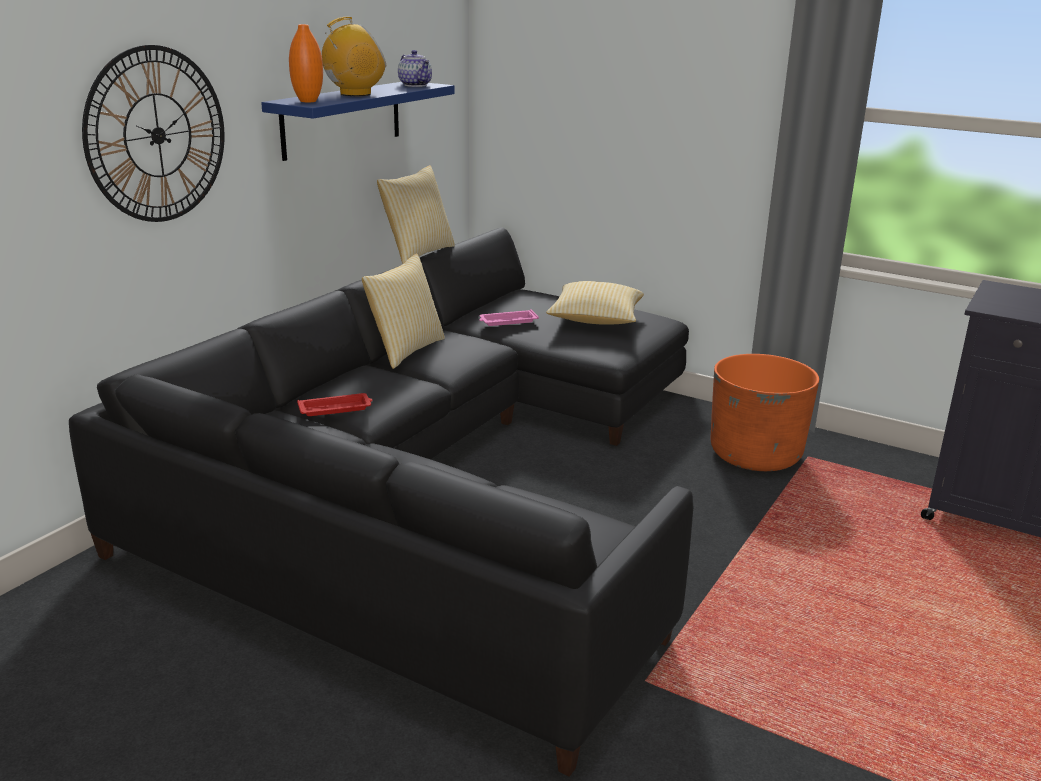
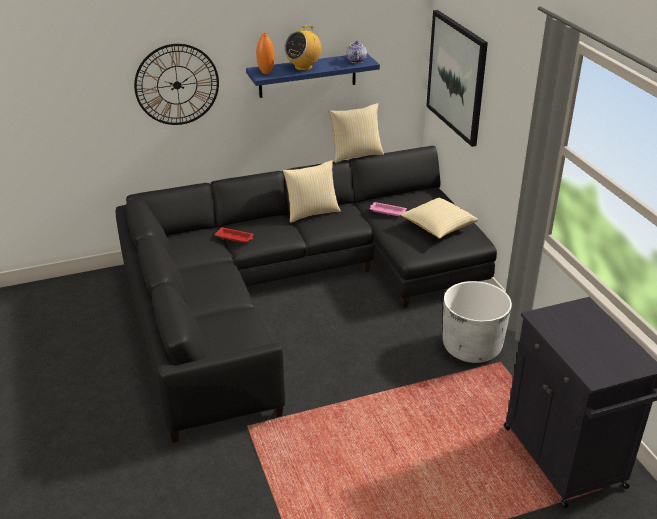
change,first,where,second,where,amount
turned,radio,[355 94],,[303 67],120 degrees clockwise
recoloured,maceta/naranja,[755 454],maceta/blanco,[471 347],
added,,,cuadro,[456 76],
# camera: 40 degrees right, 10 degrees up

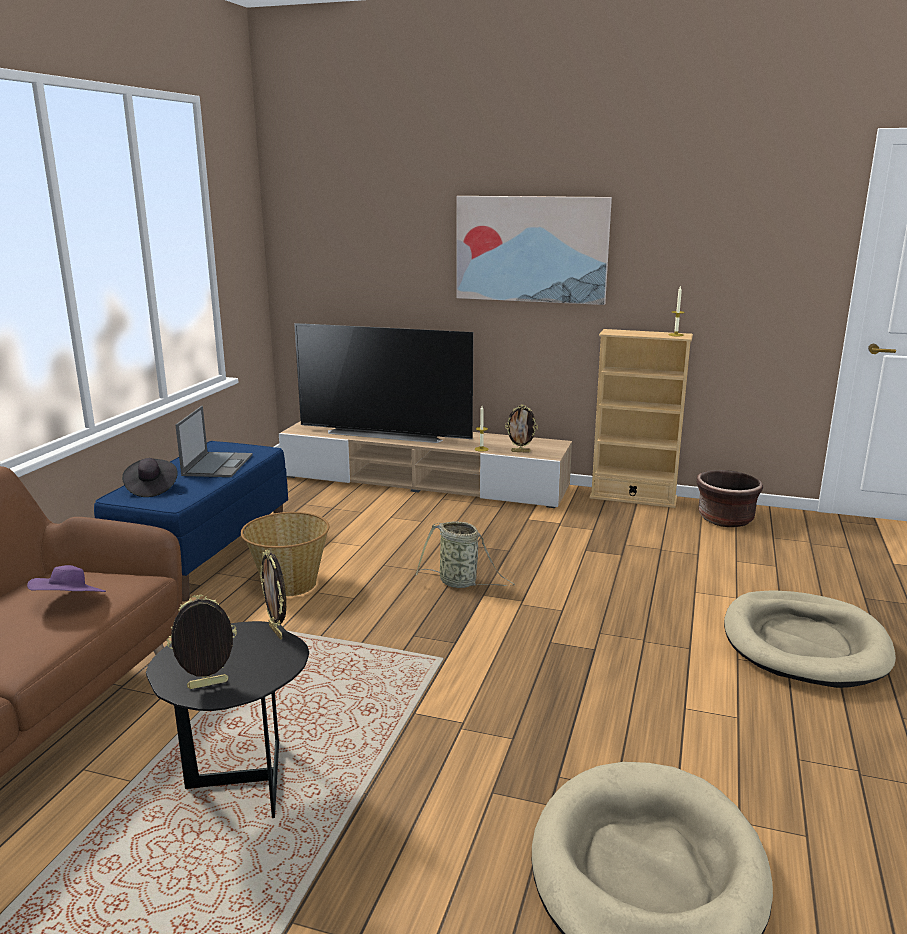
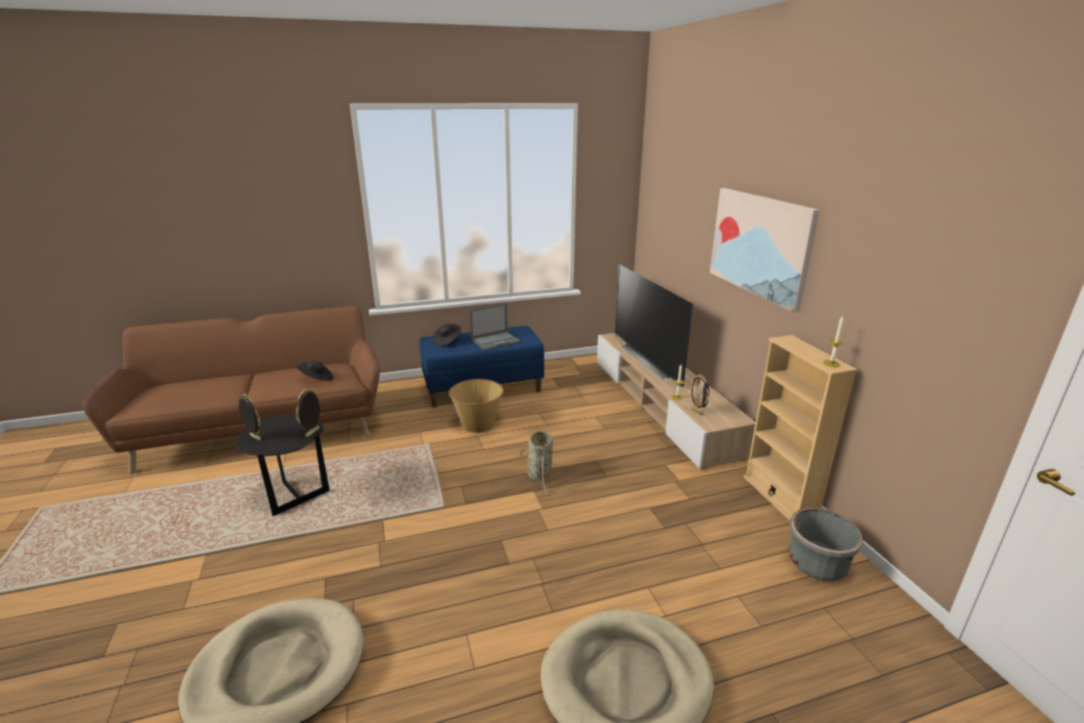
change,first,where,second,where,amount
recoloured,maceta/marrón,[725 519],maceta/gris,[817 564],
recoloured,sombrero/morado,[70 603],sombrero/negro,[317 379],
# camera: 55 degrees right, 5 degrees up

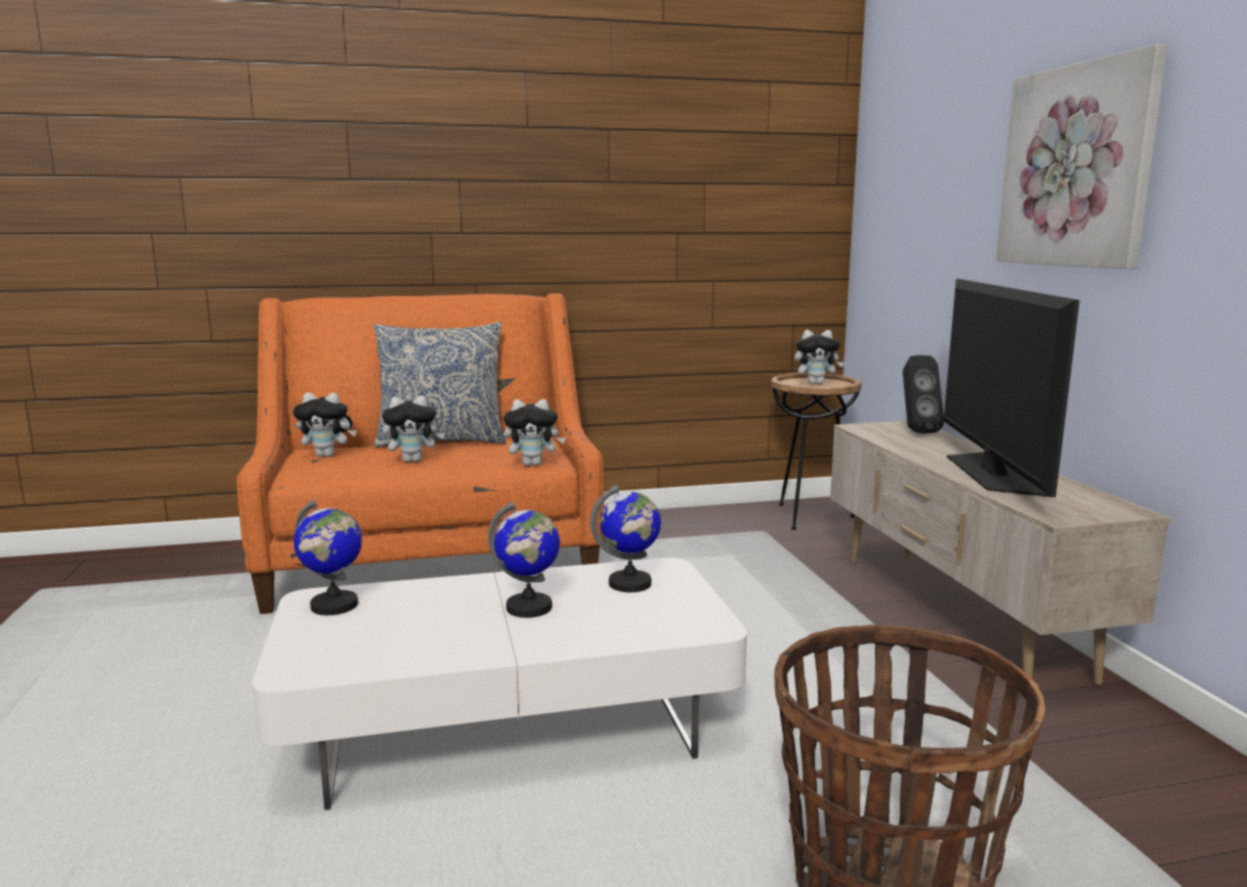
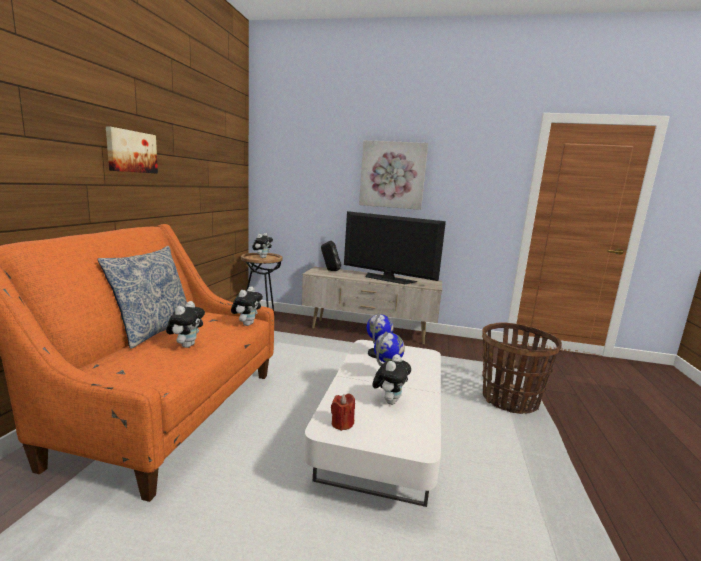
change,first,where,second,where,amount
moved,peluche,[328 455],,[389 401],
replaced,globo terráqueo,[334 606],vela/rojo,[342 423],
added,,,cuadro,[131 151],
# camera: 65 degrees left, 0 degrees up

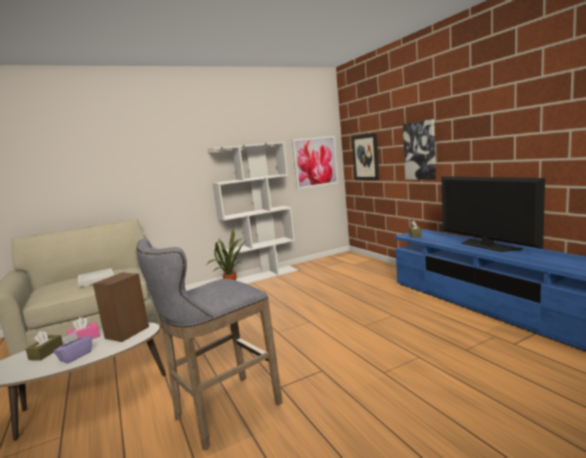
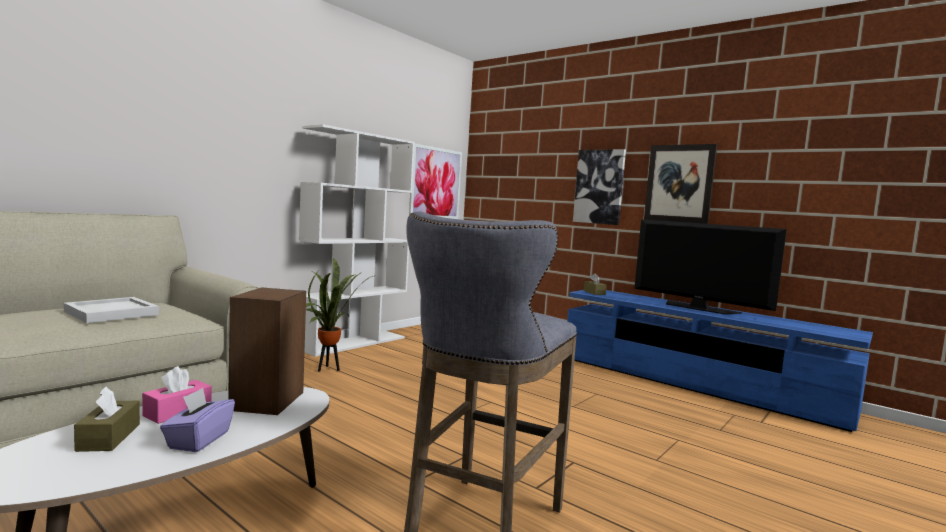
change,first,where,second,where,amount
moved,cuadro,[365 157],,[679 183],
# camera: 25 degrees left, 5 degrees down

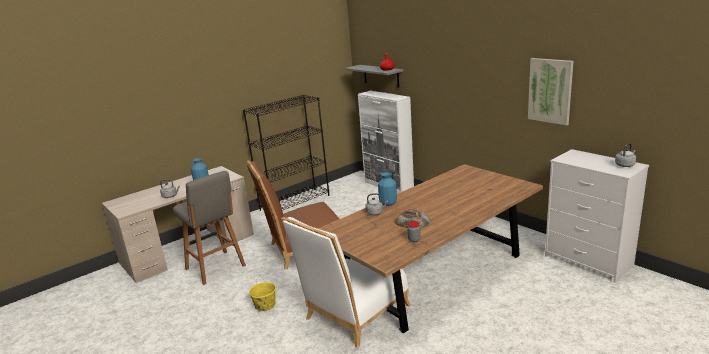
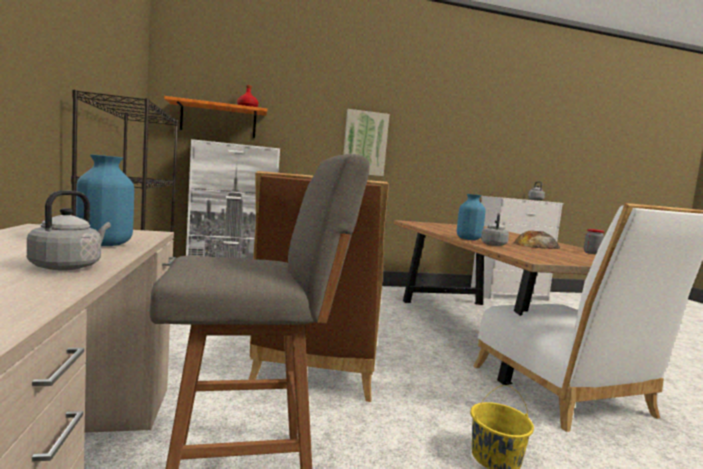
change,first,where,second,where,amount
moved,cuadro,[550 91],,[365 143],
recoloured,estante/gris,[381 75],estante/naranja,[218 120],
# camera: 65 degrees left, 15 degrees down

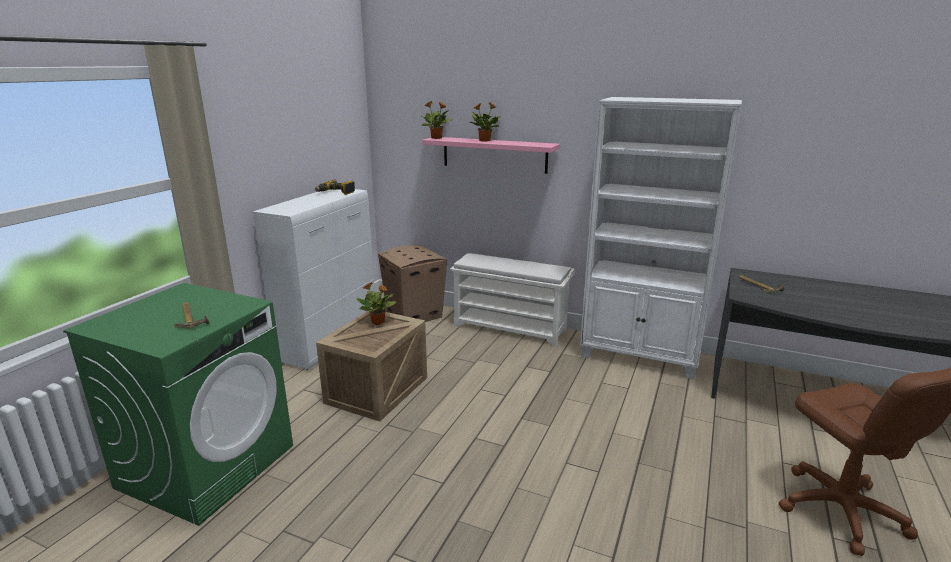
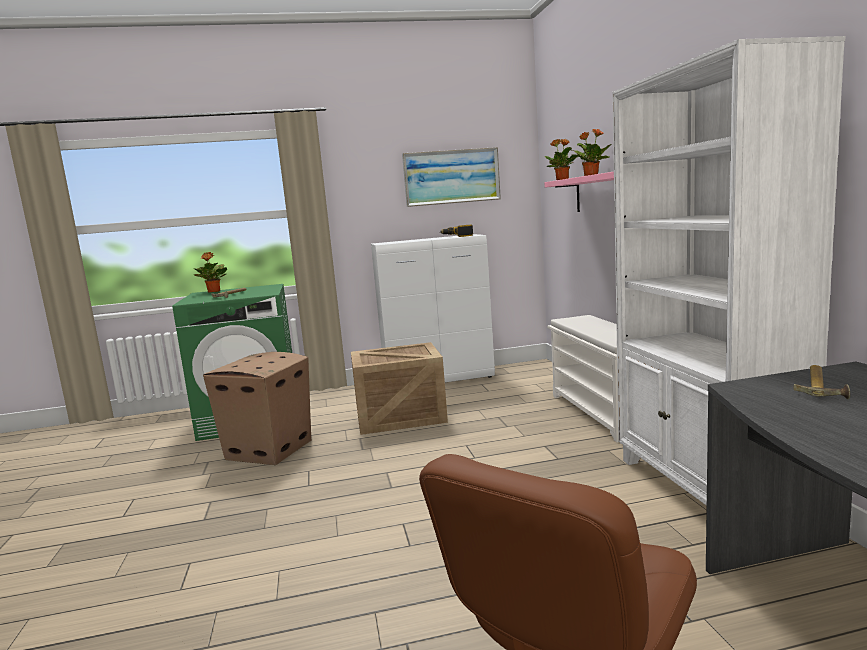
change,first,where,second,where,amount
moved,caja de cartón,[414 315],,[268 450],
moved,planta en maceta,[378 322],,[213 291],
added,,,cuadro,[451 177],
# camera: 55 degrees right, 10 degrees down

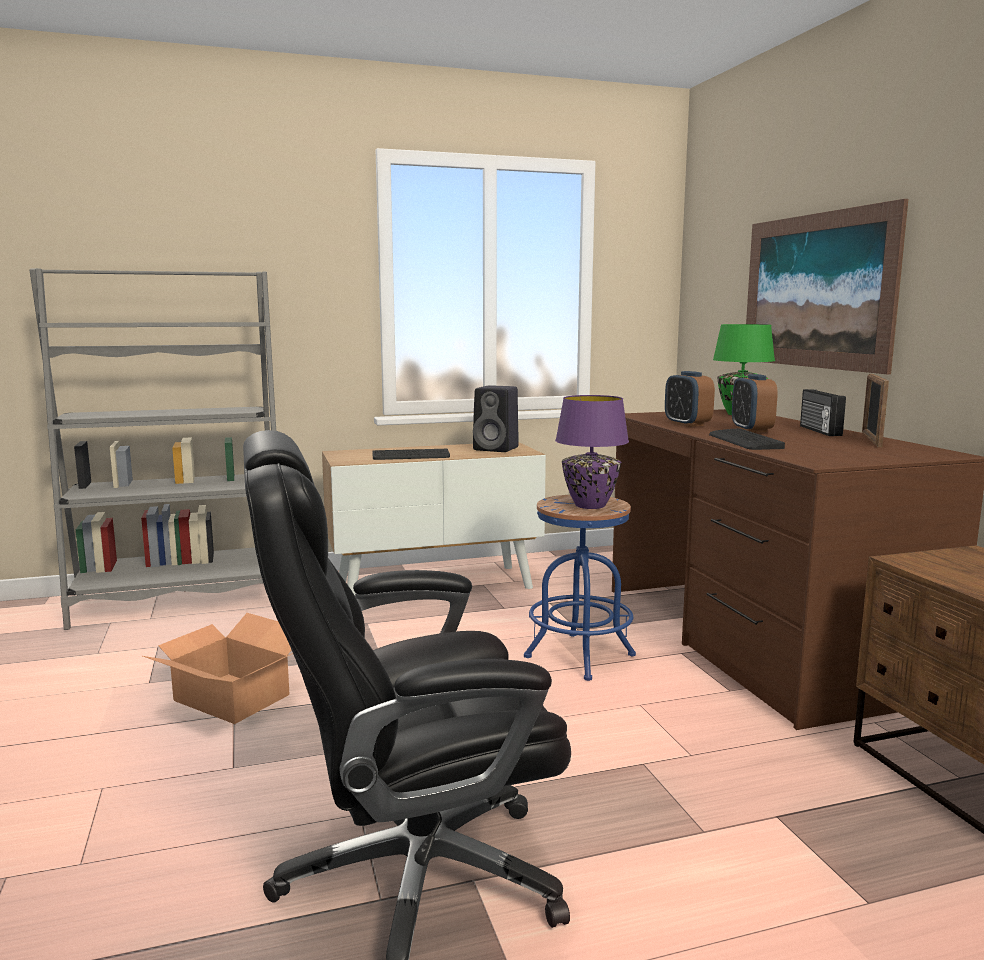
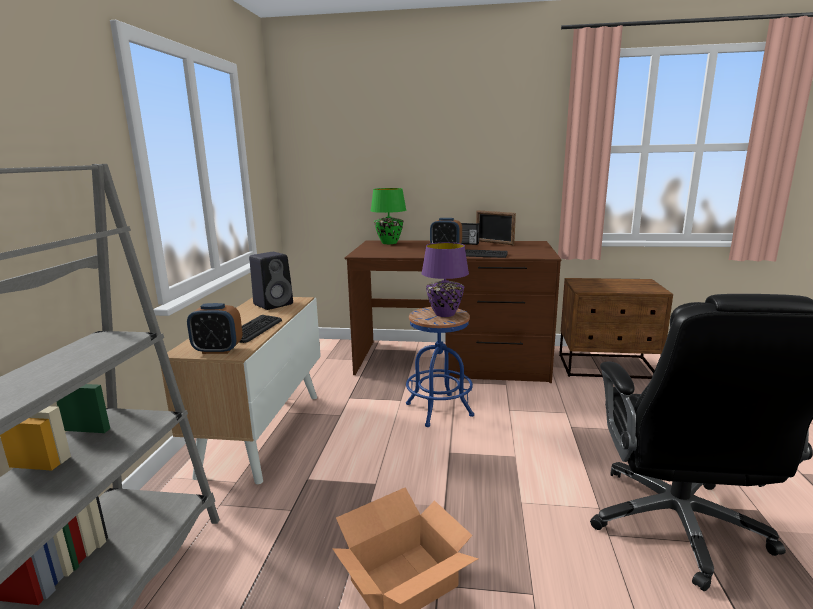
change,first,where,second,where,amount
removed,cuadro,[816 291],,,
moved,despertador,[687 424],,[218 350],
# camera: 65 degrees left, 5 degrees up

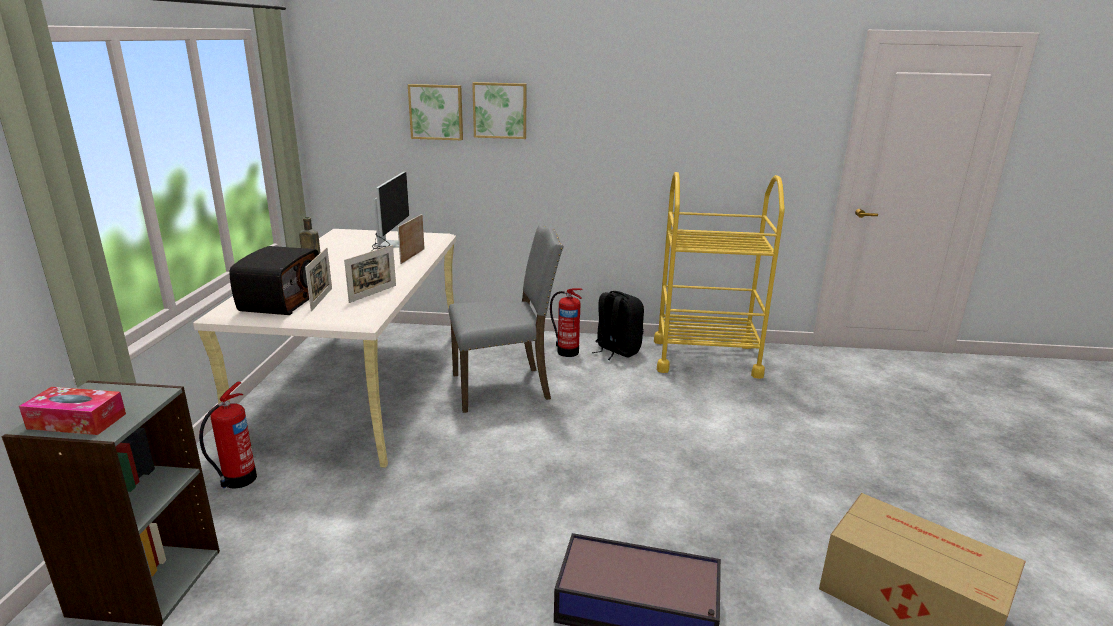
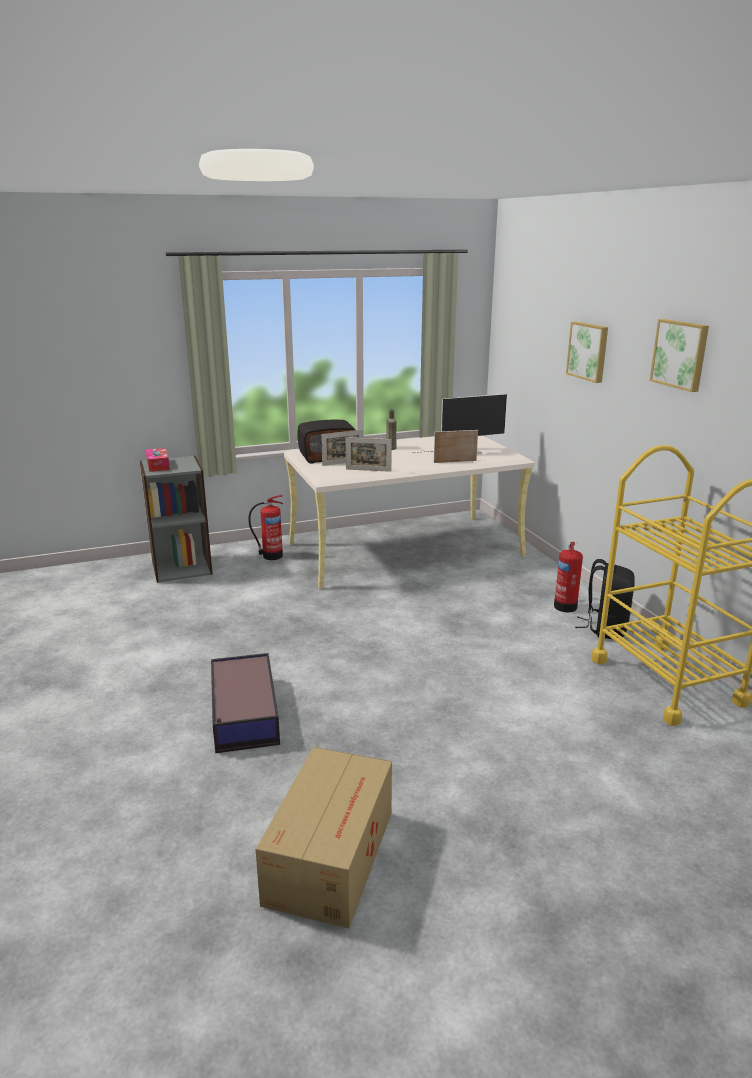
change,first,where,second,where,amount
moved,cuadro,[436 112],,[680 354],
removed,silla/gris,[503 387],,,
# camera: 65 degrees right, 0 degrees up

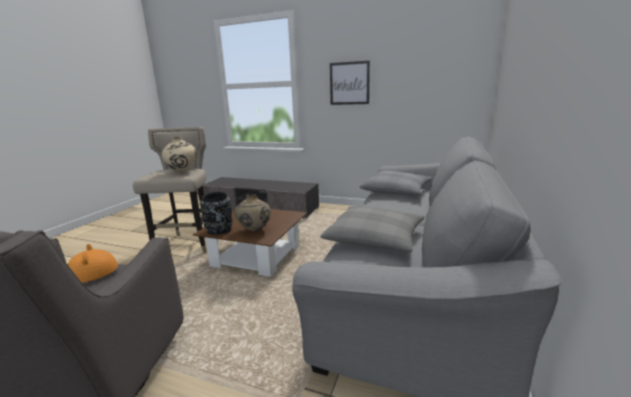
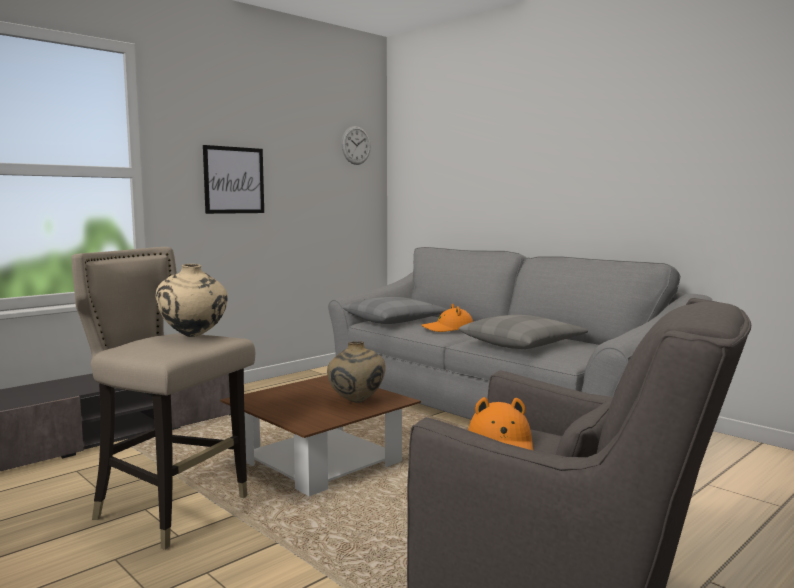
change,first,where,second,where,amount
removed,florero/negro,[219 230],,,
added,,,reloj de pared,[356 145],
added,,,sombrero/naranja,[448 328],
# camera: 65 degrees left, 10 degrees down

